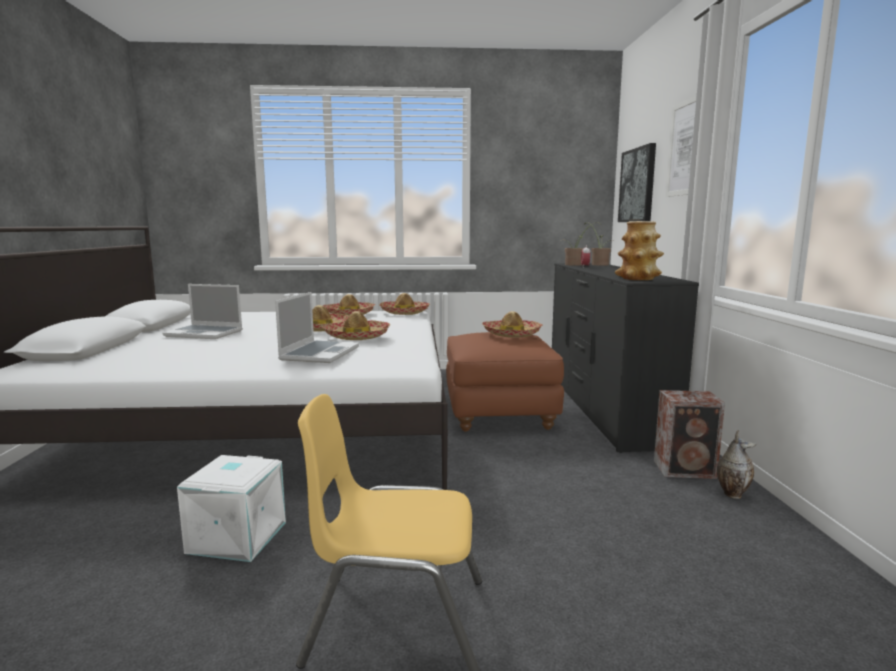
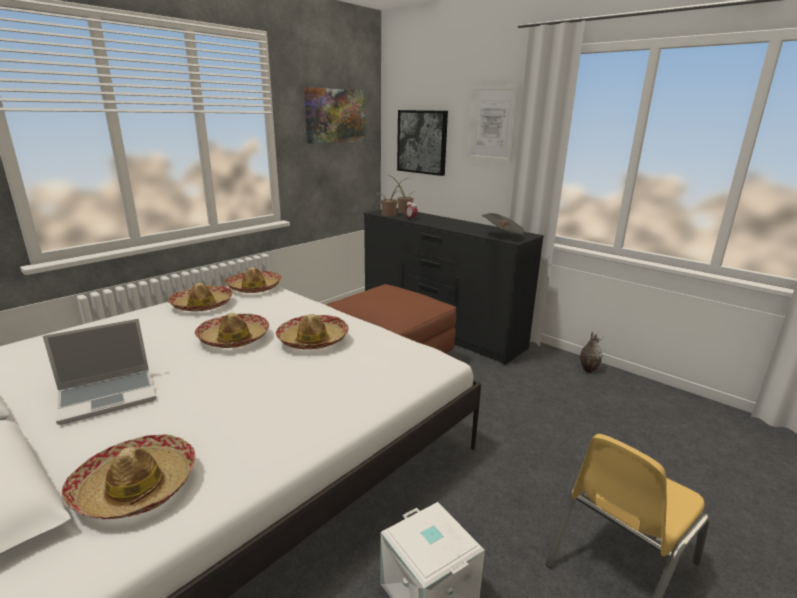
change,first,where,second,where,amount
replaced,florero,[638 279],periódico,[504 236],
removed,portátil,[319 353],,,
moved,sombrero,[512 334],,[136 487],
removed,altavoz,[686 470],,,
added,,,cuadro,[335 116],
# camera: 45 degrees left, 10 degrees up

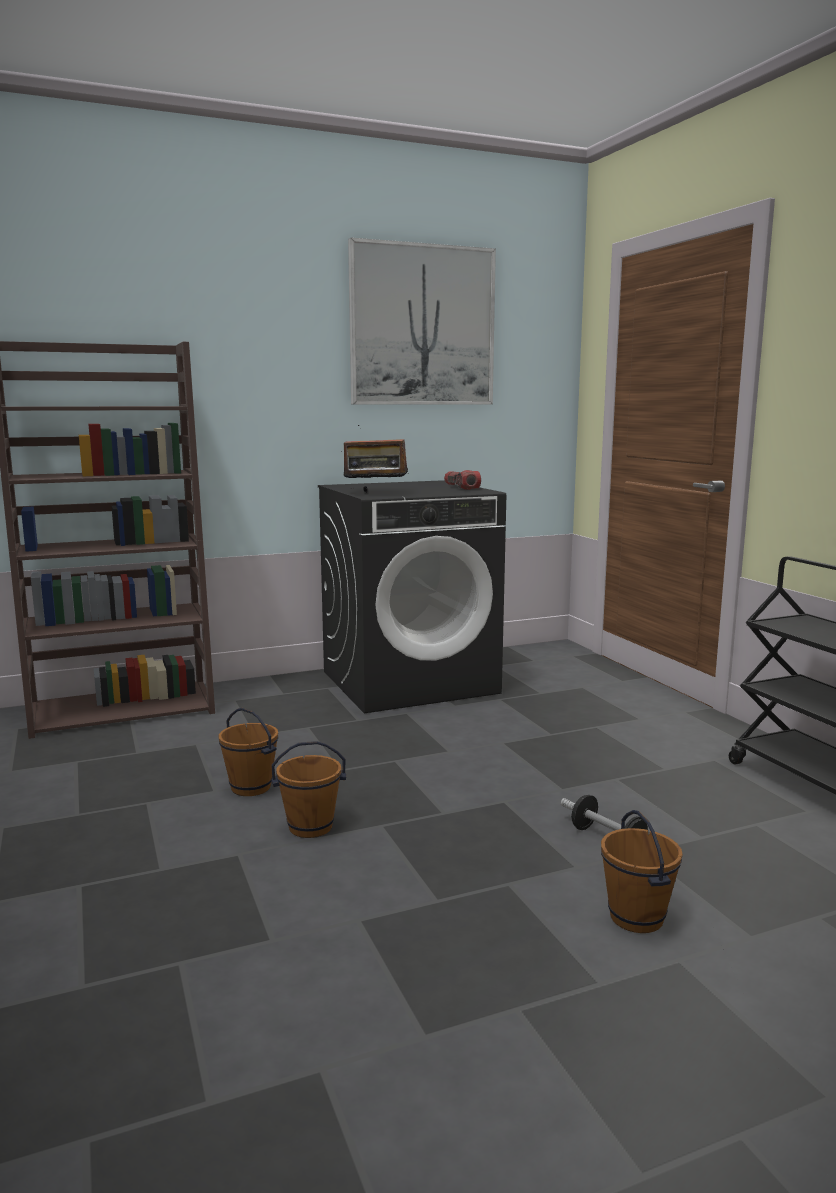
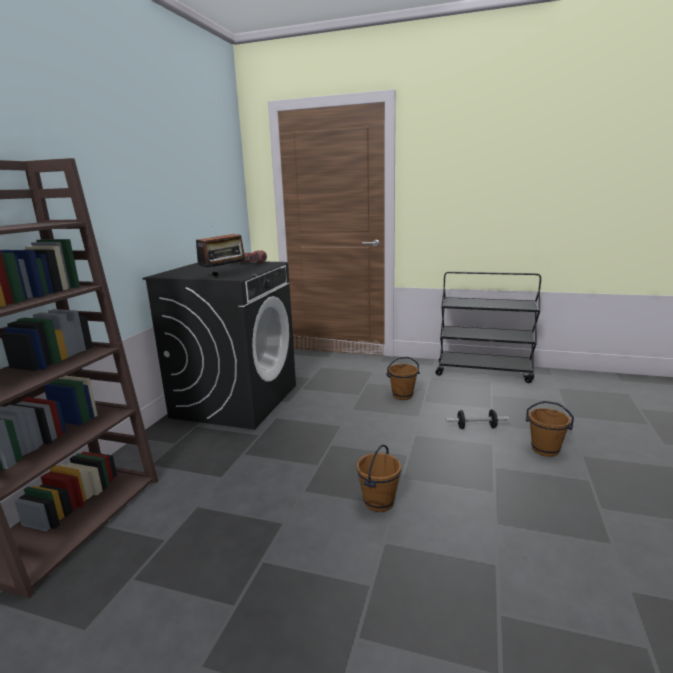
change,first,where,second,where,amount
removed,cuadro,[422 326],,,
moved,cubo/marrón,[250 788],,[402 396],
# camera: 50 degrees left, 5 degrees up

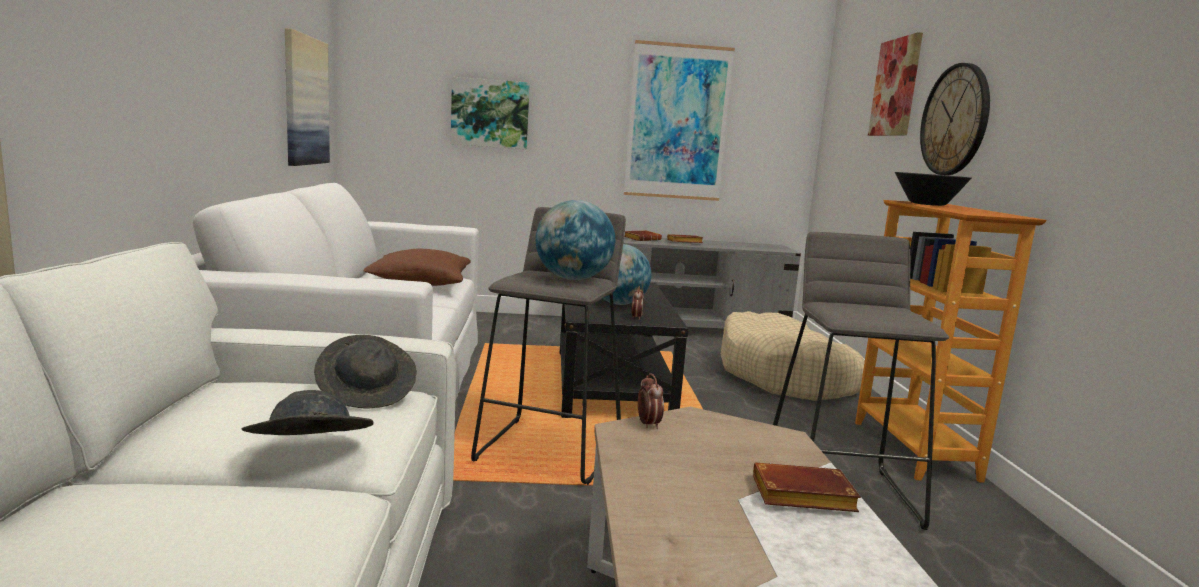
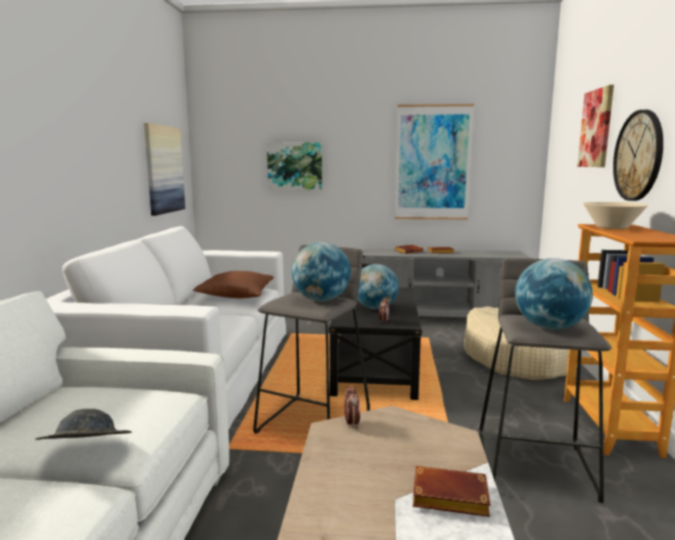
change,first,where,second,where,amount
recoloured,cuenco/negro,[927 204],cuenco/beis,[612 228],
removed,sombrero/gris,[367 393],,,
added,,,globo terráqueo,[549 327],
# camera: 10 degrees right, 0 degrees up

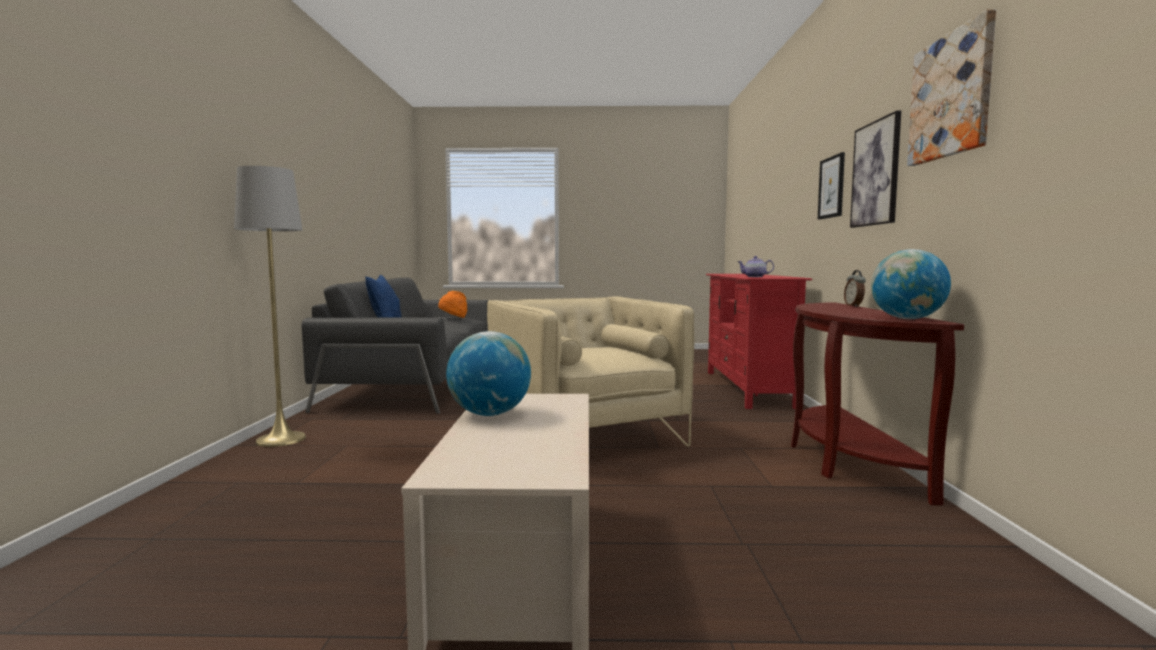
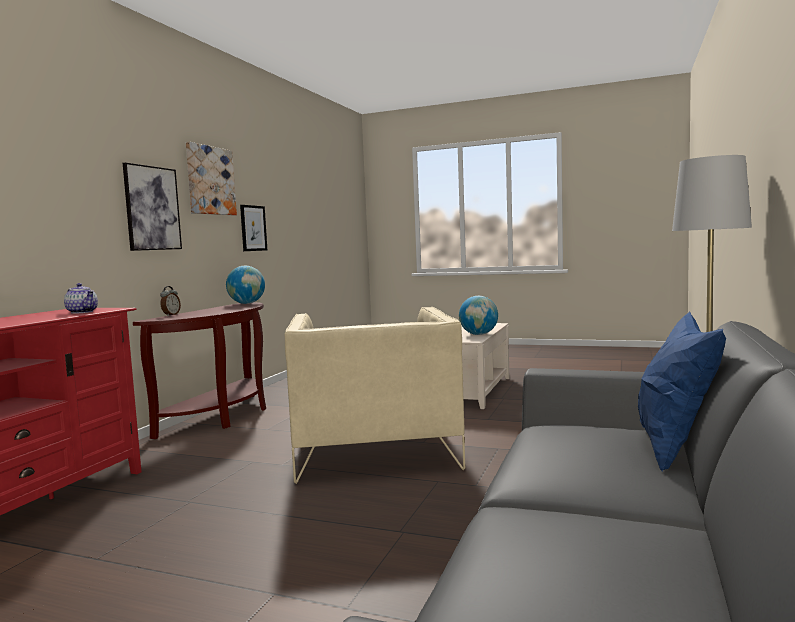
change,first,where,second,where,amount
moved,cuadro,[832 187],,[253 228],
removed,sombrero/naranja,[453 318],,,
# camera: 160 degrees left, 0 degrees up

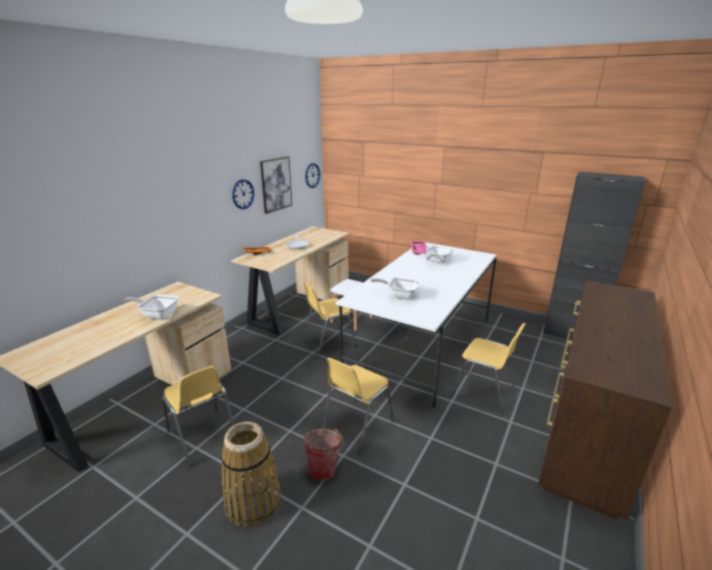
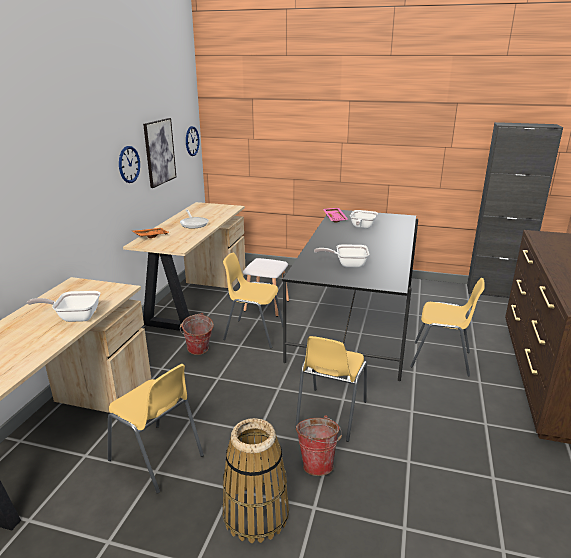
change,first,where,second,where,amount
recoloured,mesa de comedor/blanco,[421 344],mesa de comedor/negro,[355 321],
turned,silla/amarillo,[328 343],,[253 333],60 degrees clockwise
added,,,cubo,[198 352],
# camera: 15 degrees left, 0 degrees up

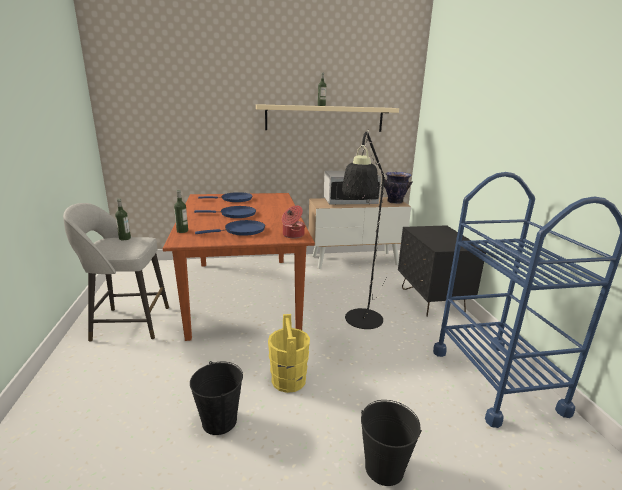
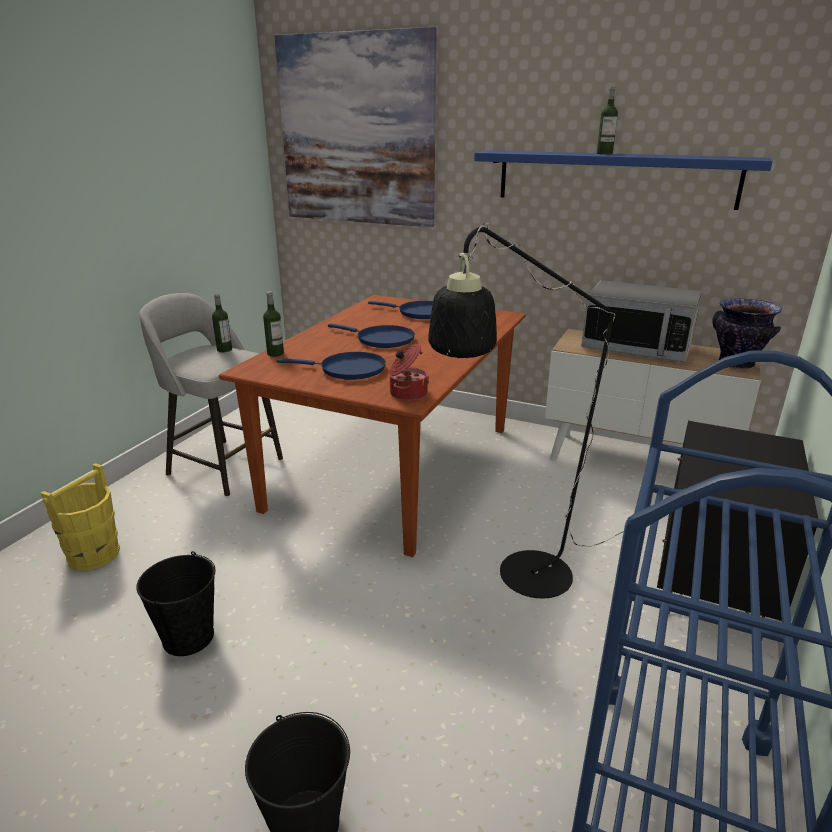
change,first,where,second,where,amount
recoloured,estante/beis,[325 118],estante/azul,[614 178],
moved,cubo/amarillo,[288 380],,[94 554],
added,,,cuadro,[356 131],
# camera: 35 degrees right, 5 degrees up

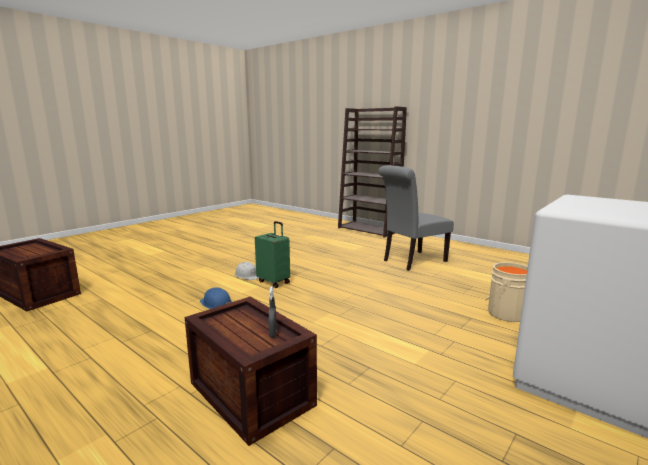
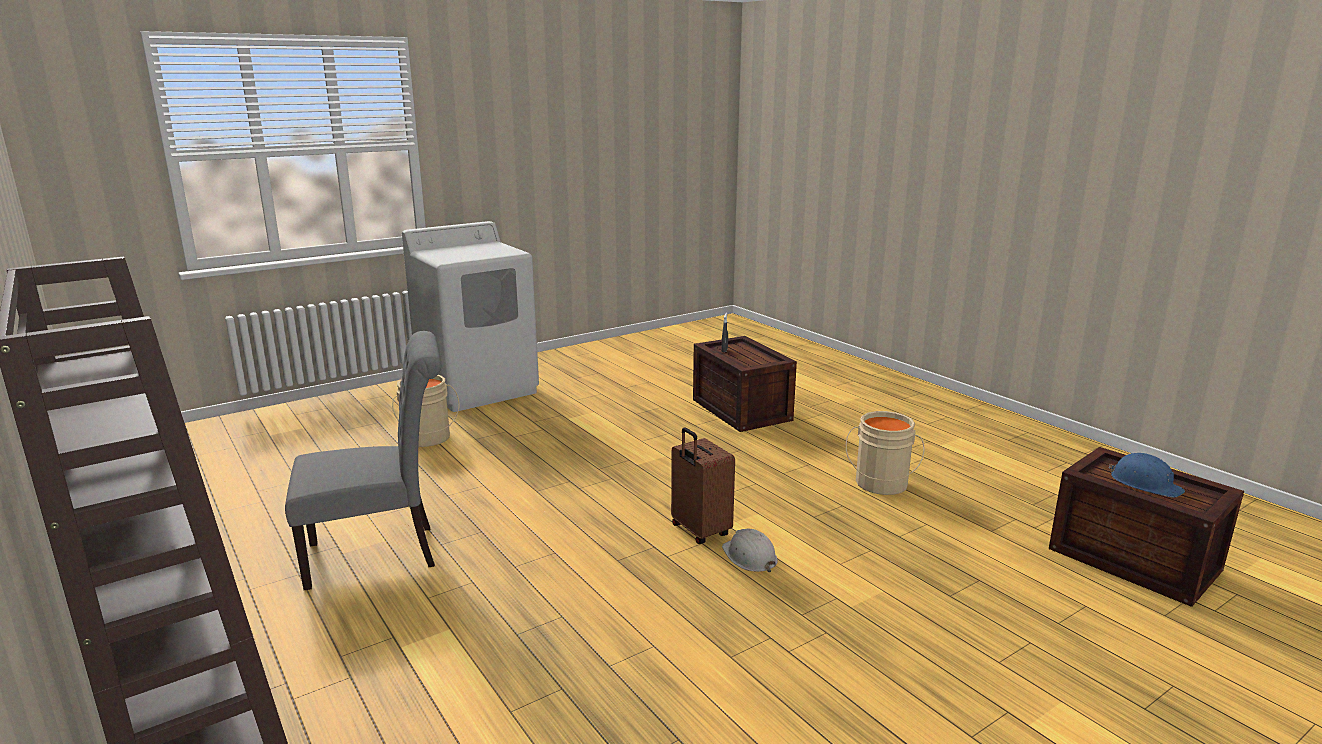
change,first,where,second,where,amount
recoloured,maleta/verde,[274 282],maleta/marrón,[699 531],
moved,casco/azul,[216 303],,[1145 483],
added,,,cubo/beis,[880 484],
# camera: 165 degrees left, 5 degrees up

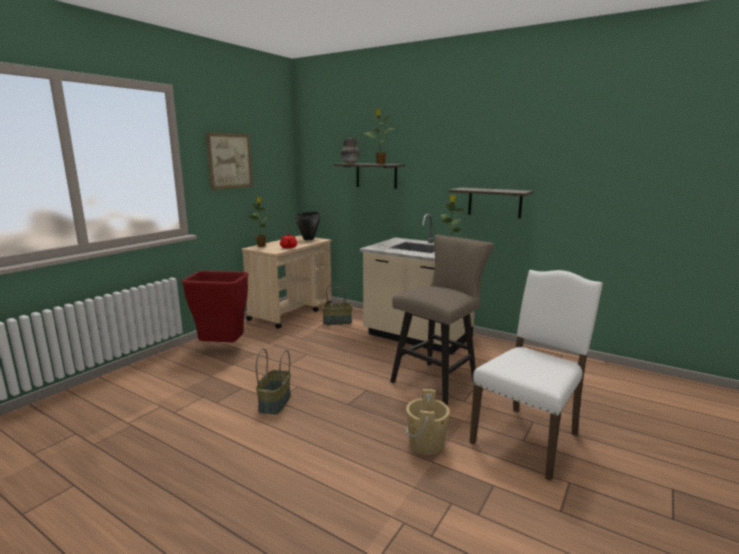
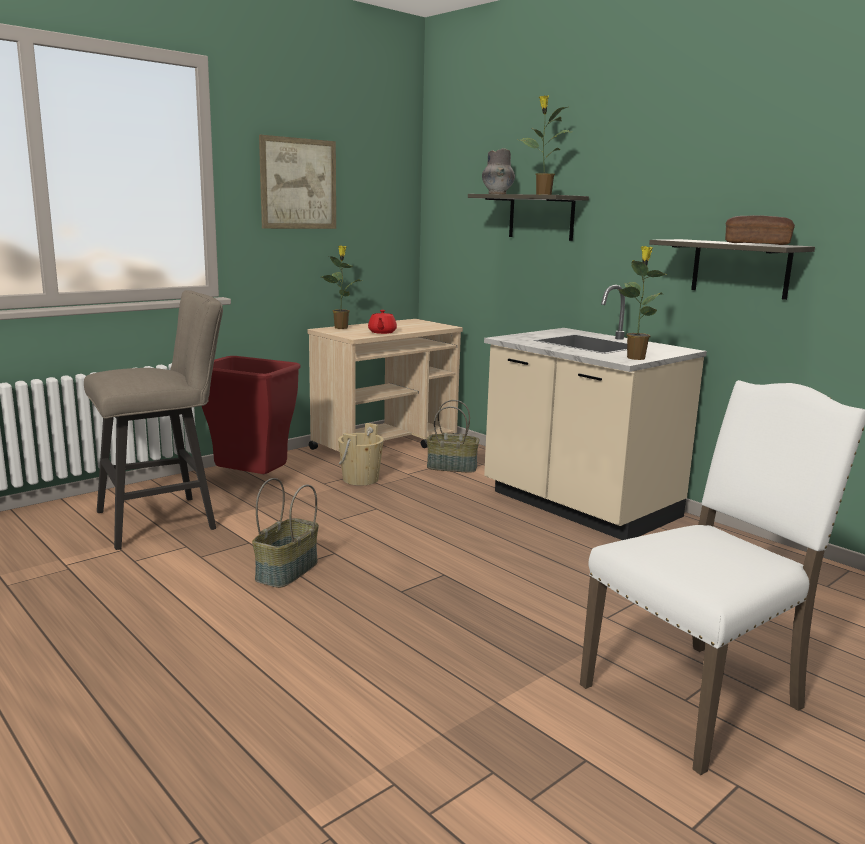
change,first,where,second,where,amount
removed,olla/negro,[308 239],,,
moved,taburete/beis,[438 380],,[165 519],
moved,cubo/beis,[426 444],,[360 479],
added,,,pan,[756 244],
# camera: 15 degrees right, 0 degrees up

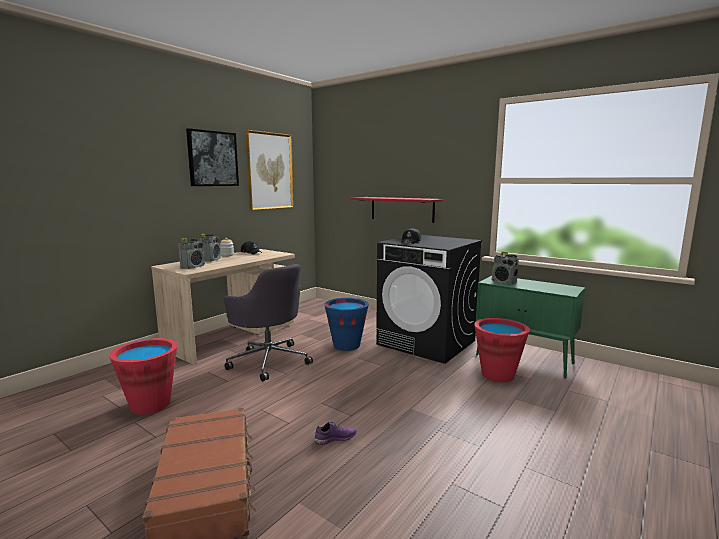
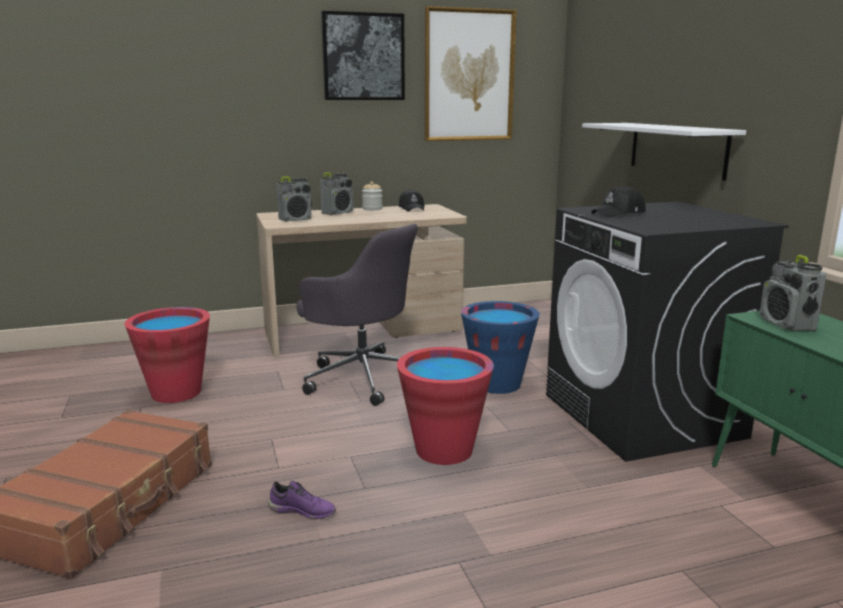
change,first,where,second,where,amount
recoloured,estante/rojo,[402 209],estante/blanco,[677 149],
turned,silla de oficina/gris,[269 360],,[362 377],45 degrees counterclockwise
moved,cubo/rojo,[497 375],,[444 450],
# camera: 35 degrees right, 5 degrees up

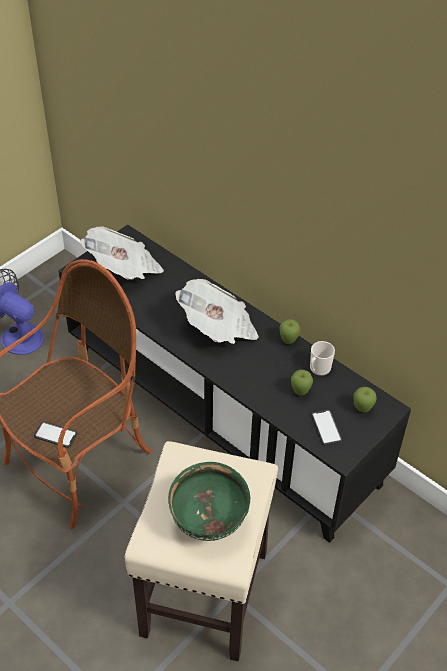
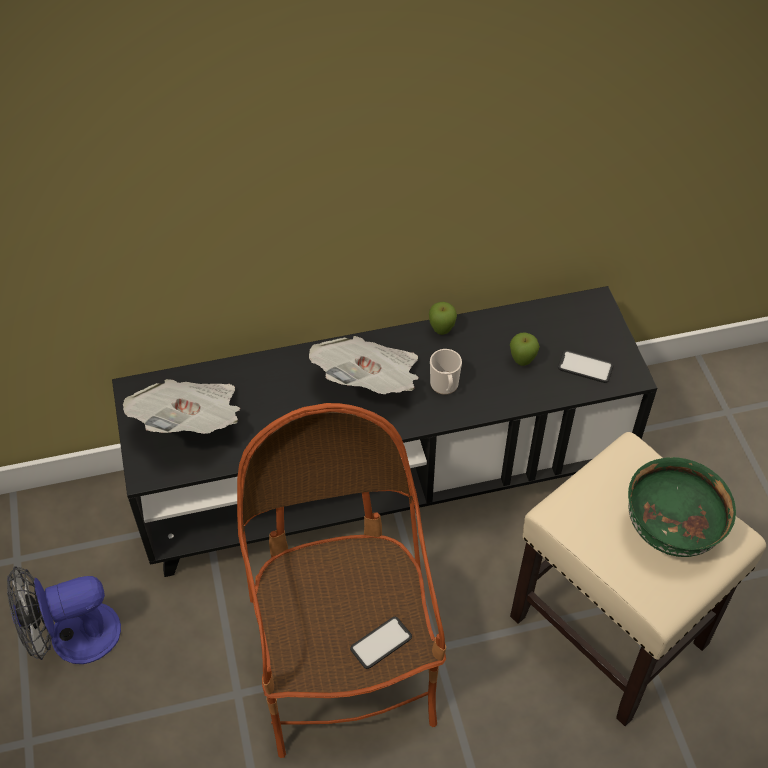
change,first,where,second,where,amount
moved,taza grande,[318 369],,[445 386],
removed,manzana,[362 409],,,
# camera: 55 degrees left, 5 degrees up

